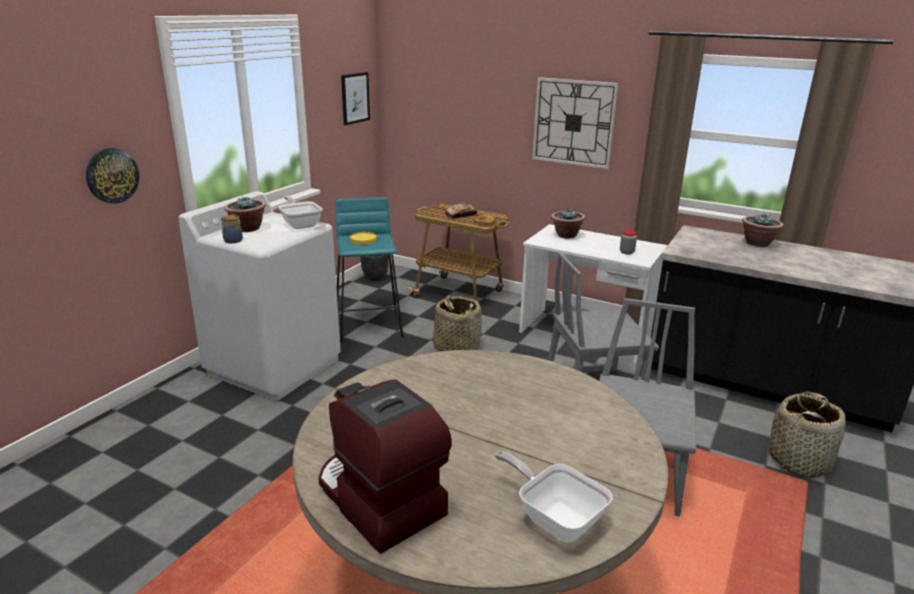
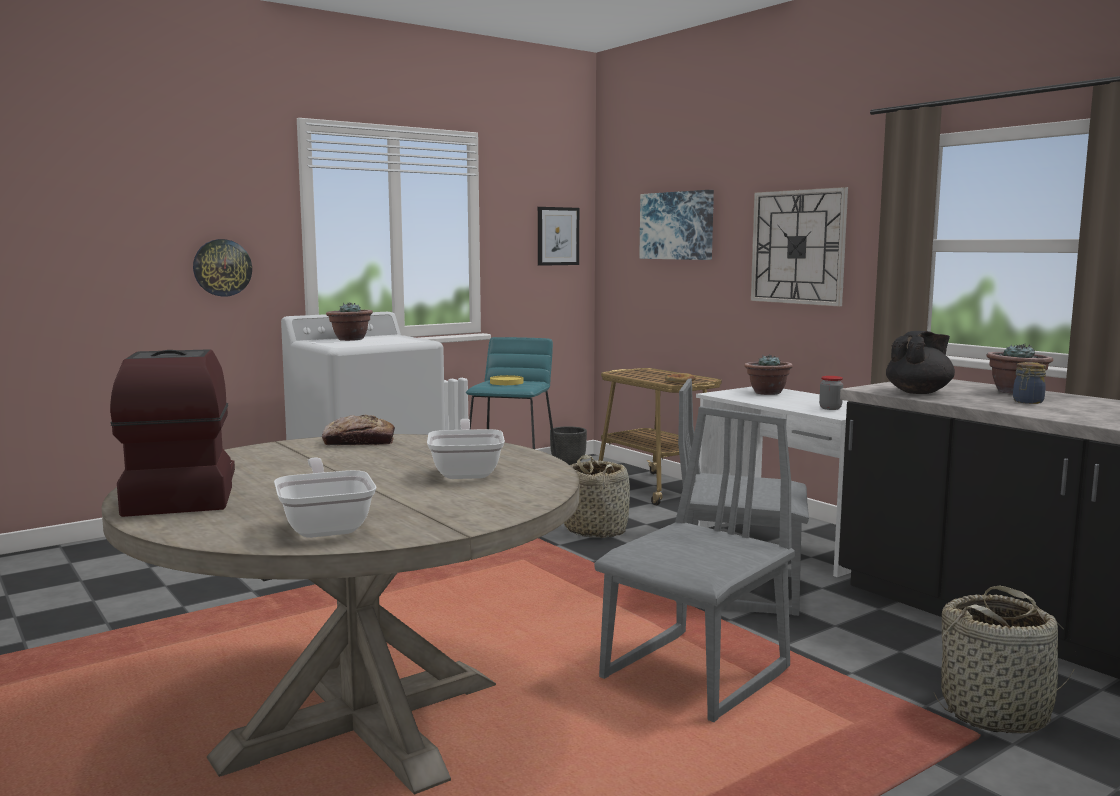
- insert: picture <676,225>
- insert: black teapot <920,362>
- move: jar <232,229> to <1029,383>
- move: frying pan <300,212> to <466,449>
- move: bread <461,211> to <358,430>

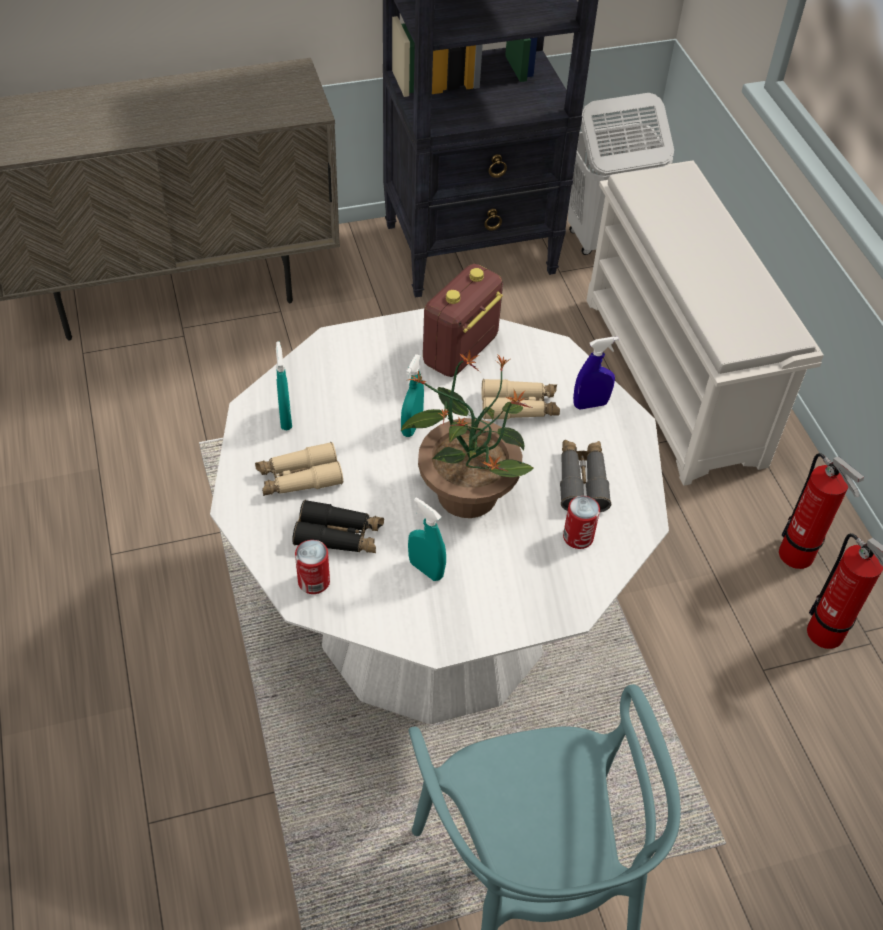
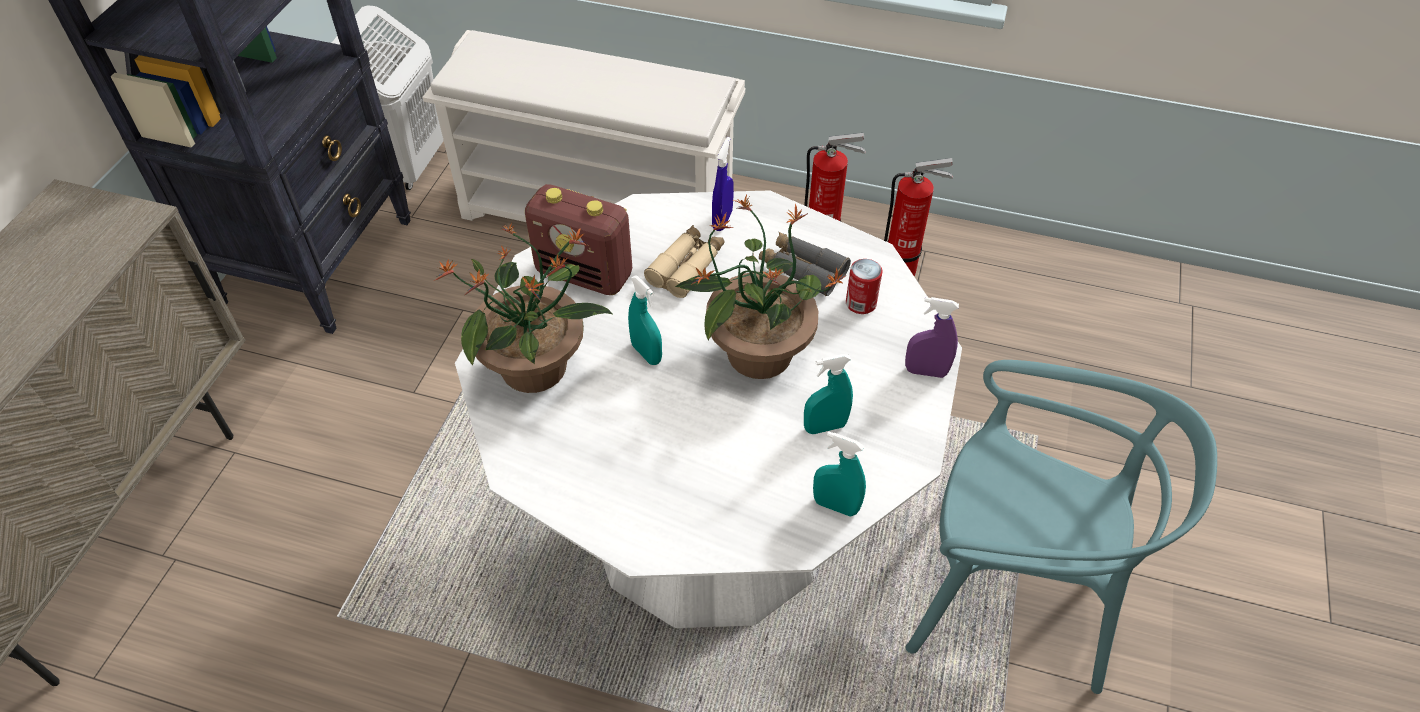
- delete: beige binoculars <299,469>
- delete: black binoculars <338,526>
- delete: can <312,567>
- insert: potted plant <523,308>
- insert: purple spray bottle <932,337>
- move: turquoise spray bottle <284,385> to <839,473>
- rotate: radio <463,320> = <578,239> 45 degrees counterclockwise

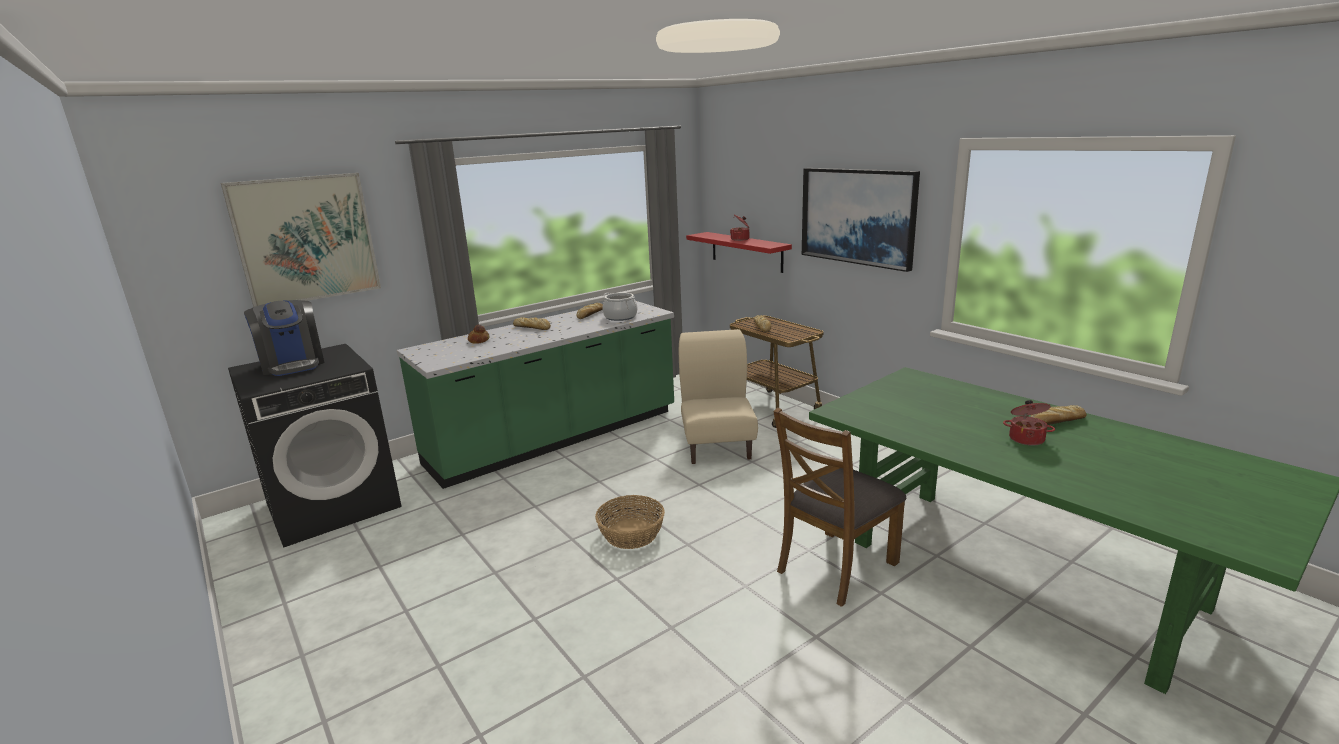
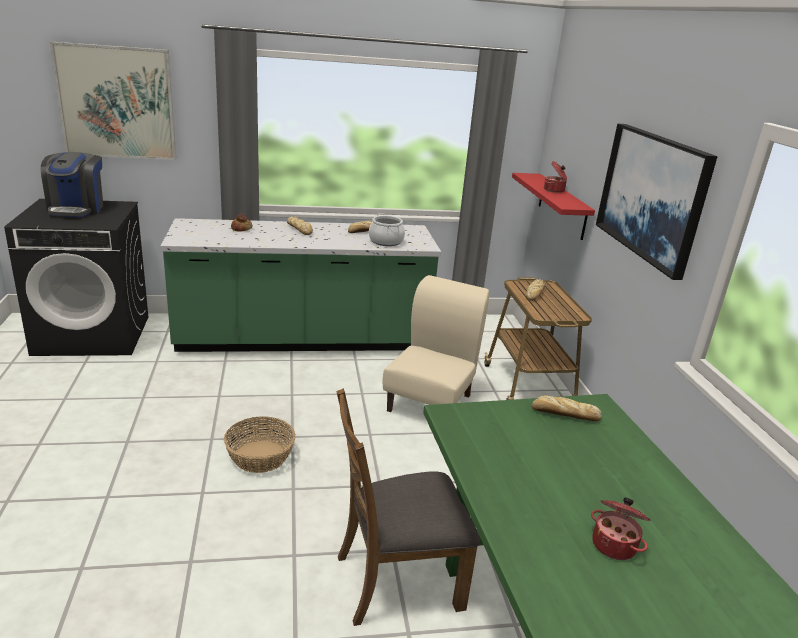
- move: bread <1058,415> to <567,408>

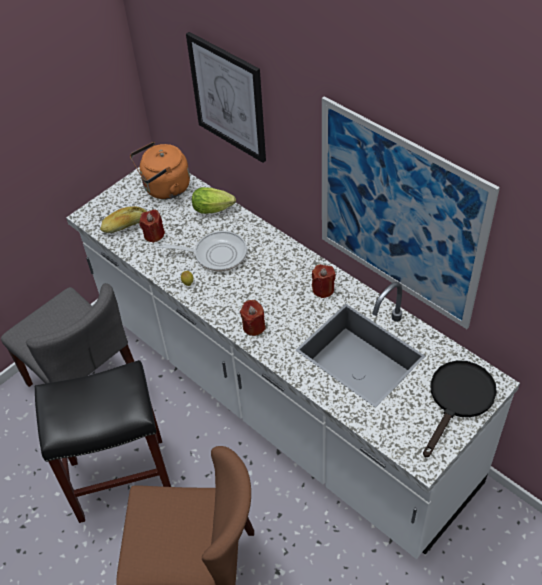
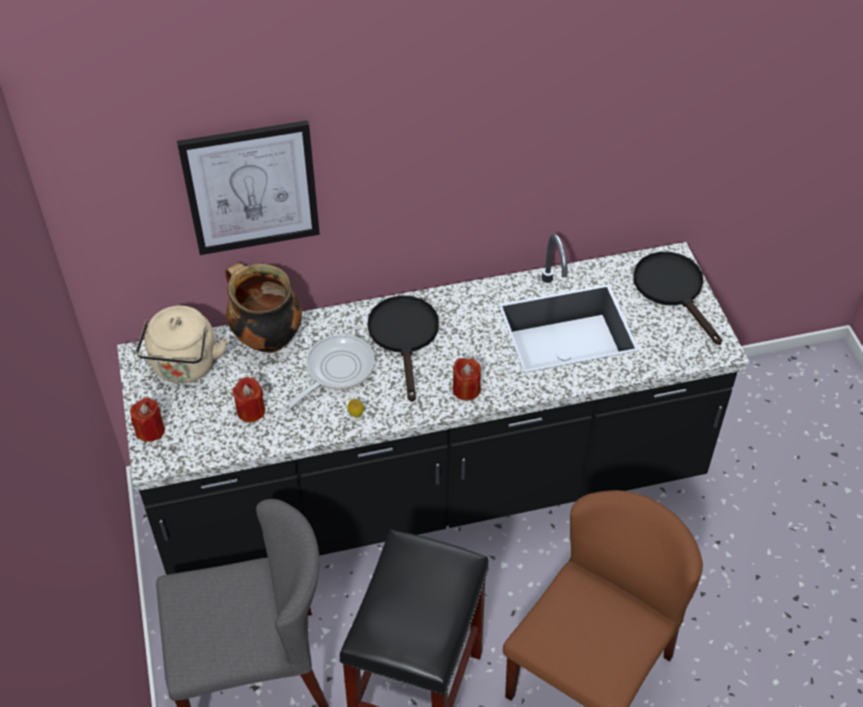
- delete: bread <123,219>
- delete: picture <411,212>
- insert: black frying pan <403,348>
- move: red candle <324,281> to <147,419>
- replace: lettuce <214,200> to cooking pot <263,308>
- recolor: white counter <293,363> to black counter <433,404>
- recolor: orange kettle <160,170> to beige kettle <182,344>

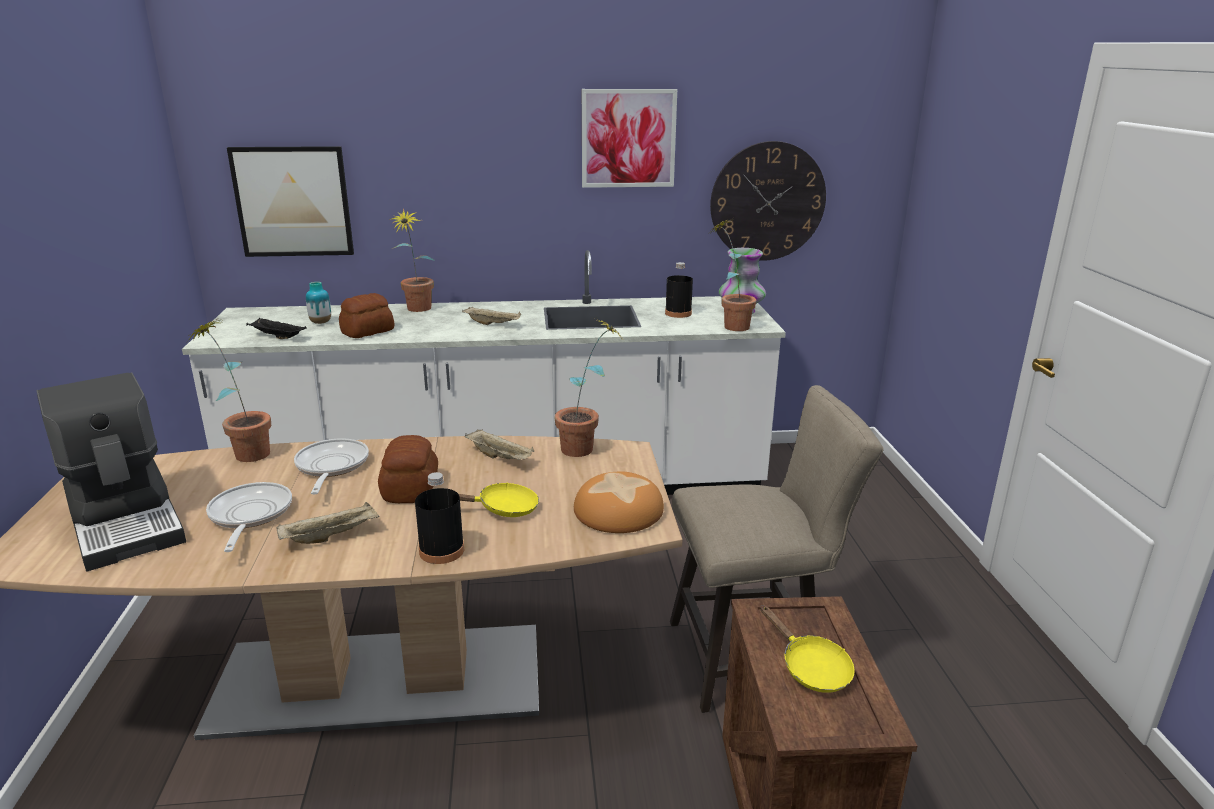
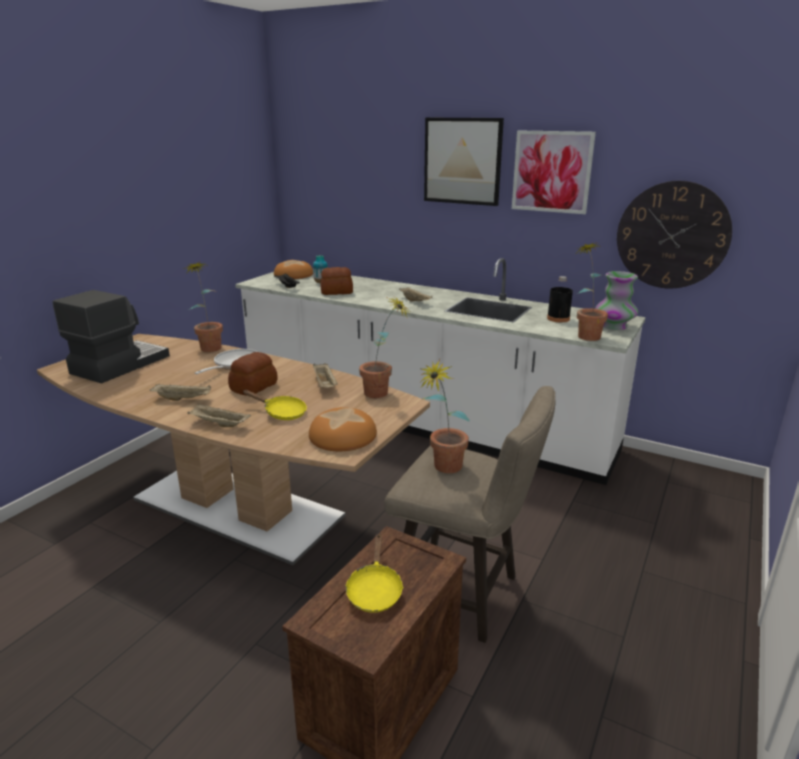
- delete: frying pan <249,517>
- insert: bread <293,269>
- move: picture <290,201> to <464,162>
- move: potted plant <413,260> to <444,416>
- replace: black bottle <439,518> to beige tray <219,415>
- rotate: coffee machine <111,471> = <111,337> 150 degrees counterclockwise

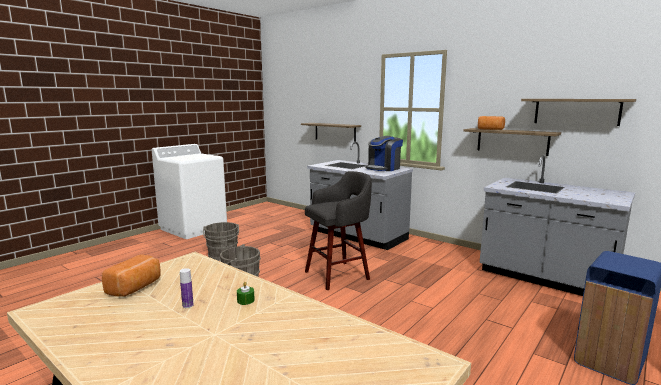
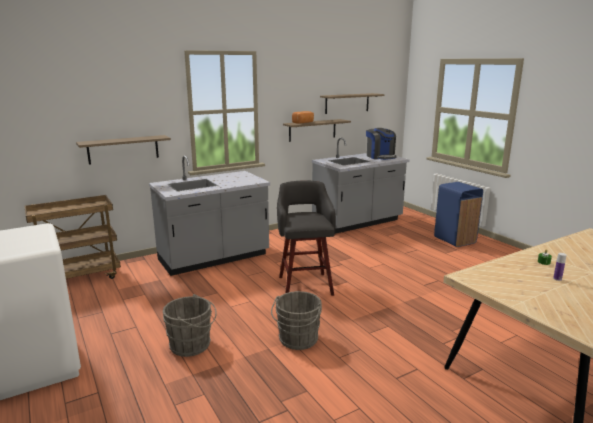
- delete: bread <131,275>
- insert: brown cart <73,237>
- move: coffee machine <384,153> to <381,144>

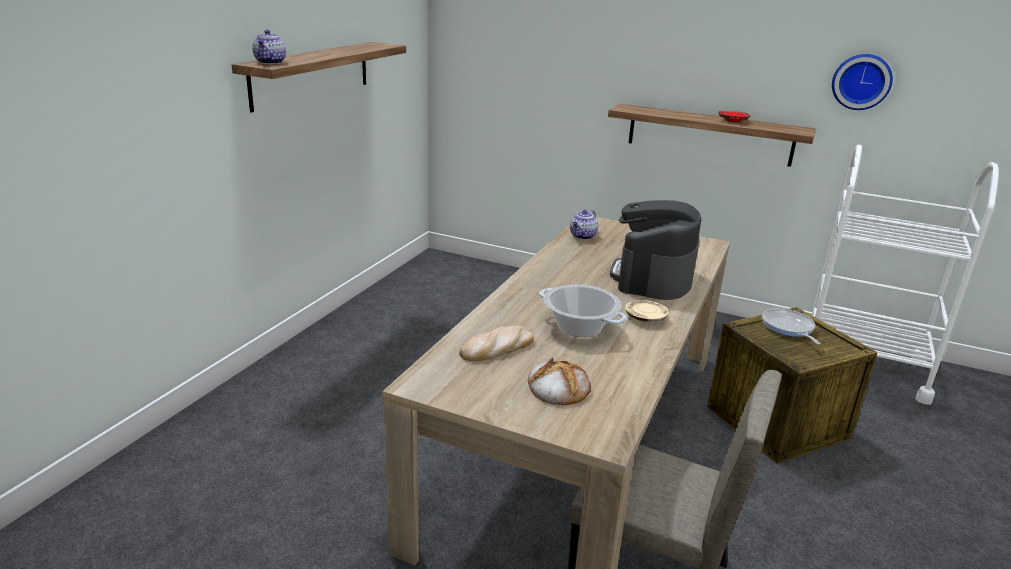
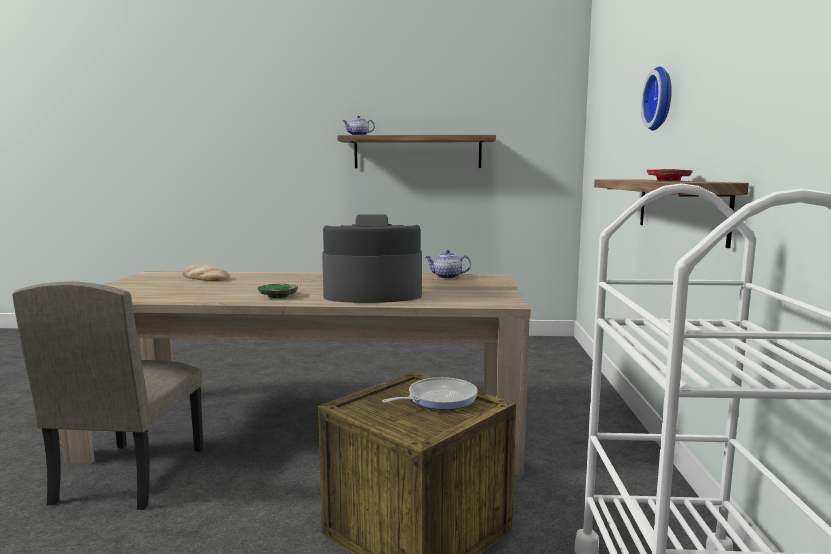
- delete: bread <559,381>
- delete: cooking pot <583,310>
- move: wall clock <862,82> to <656,98>
- recolor: beige plate <647,311> to green plate <278,291>

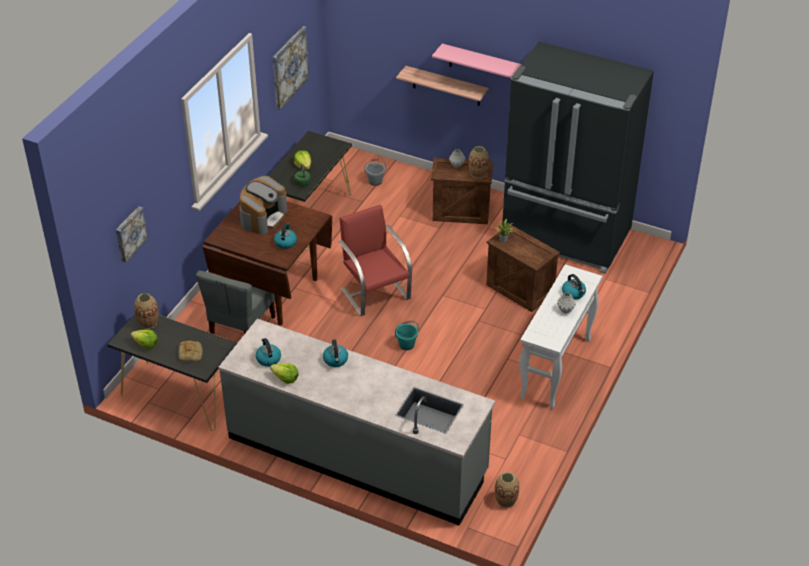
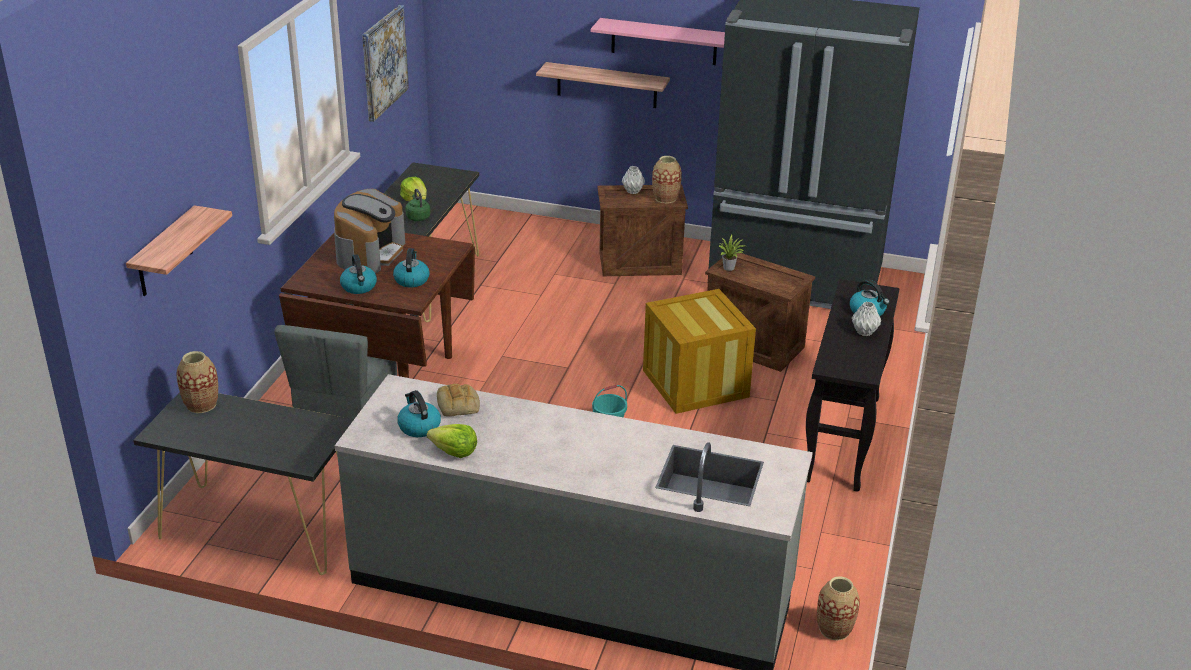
- delete: lettuce <144,339>
- delete: red chair <375,260>
- delete: grey bucket <375,172>
- insert: crate <699,351>
- move: bread <190,351> to <458,400>
- move: kettle <335,353> to <358,274>
- replace: picture <132,234> to shelf <179,250>
- recolor: white console table <560,336> to black console table <853,385>

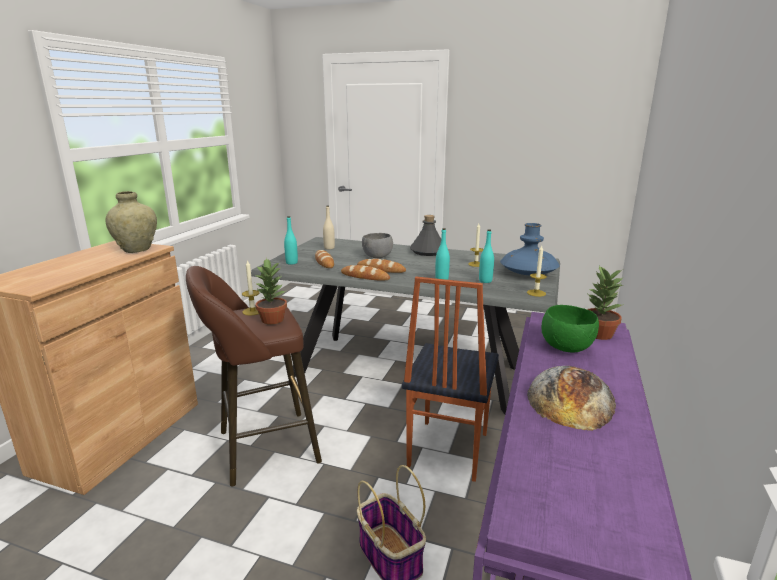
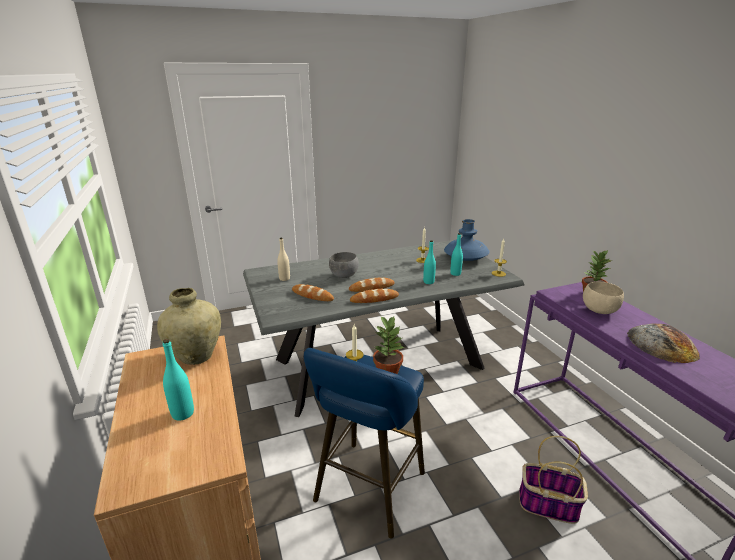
- delete: chair <450,379>
- delete: grey bottle <425,235>
- move: turquoise bottle <291,240> to <178,380>
- recolor: brown stool <254,376> to blue stool <364,443>
- recolor: green bowl <570,329> to beige bowl <603,298>

